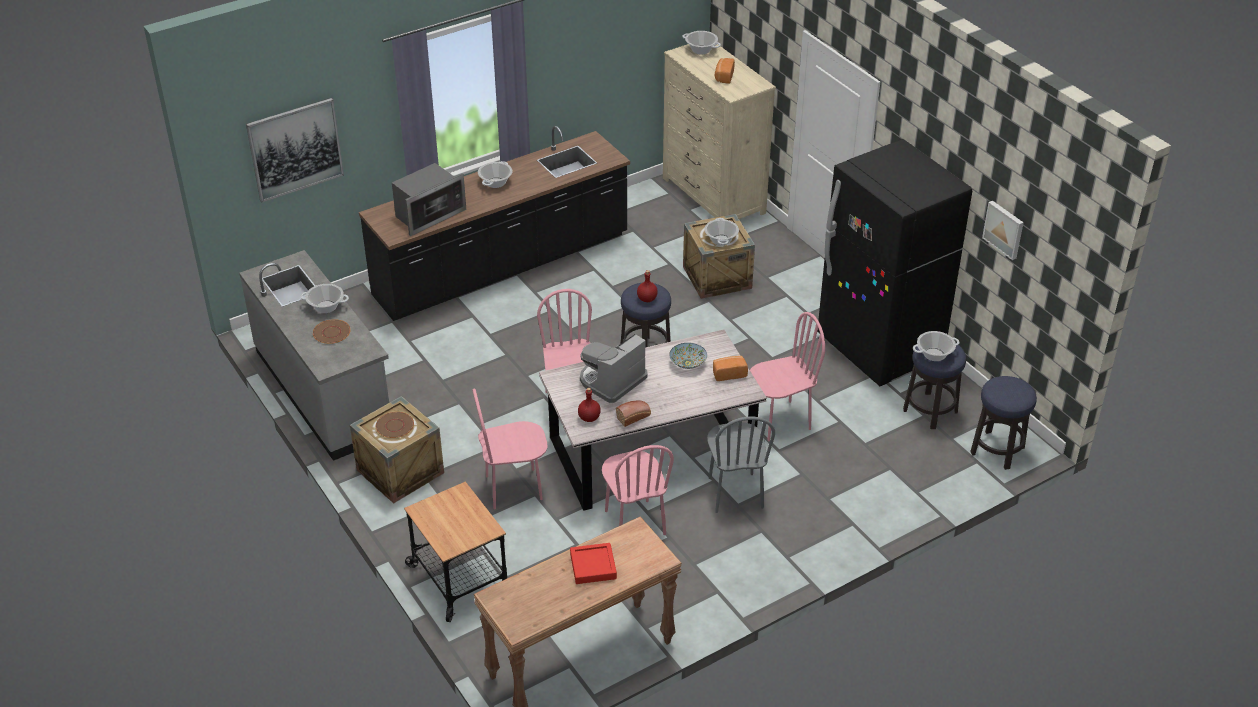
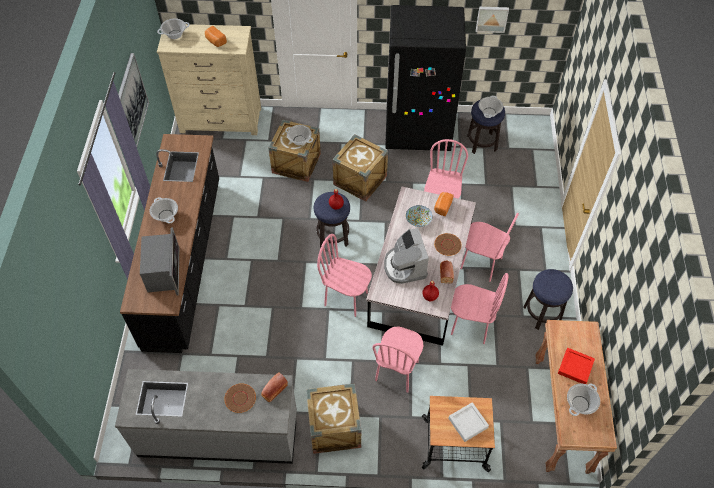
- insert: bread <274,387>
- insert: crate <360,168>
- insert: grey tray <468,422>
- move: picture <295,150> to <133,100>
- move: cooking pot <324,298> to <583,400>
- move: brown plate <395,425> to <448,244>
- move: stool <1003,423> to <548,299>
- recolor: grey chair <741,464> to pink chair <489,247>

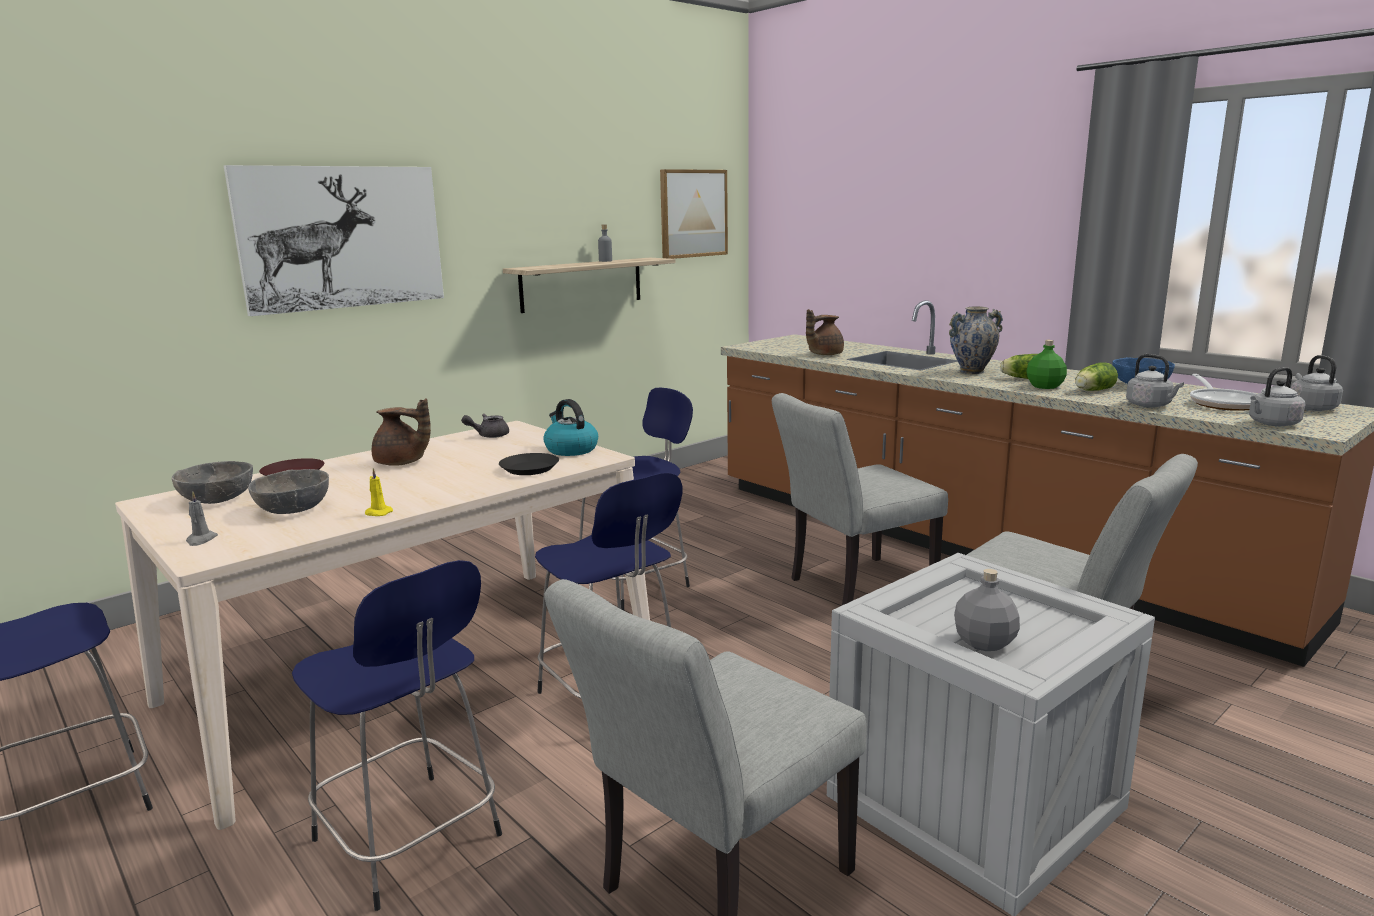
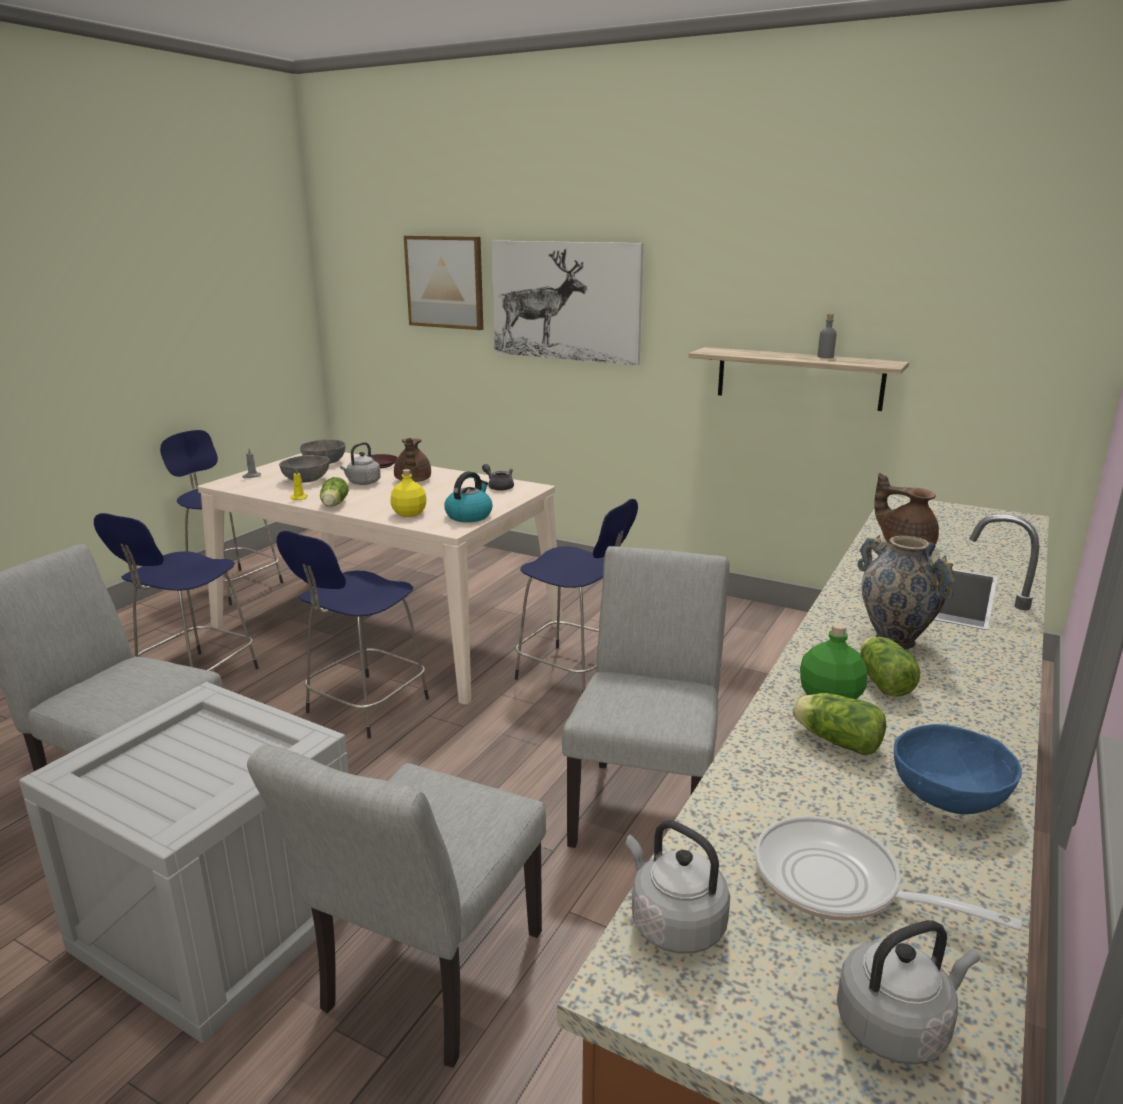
- delete: grey bottle <987,610>
- insert: lettuce <334,492>
- move: picture <694,214> to <443,283>
- move: grey kettle <1155,381> to <360,463>
- replace: black plate <529,464> to yellow bottle <408,493>
- rotate: grey chair <860,499> = <646,697> 60 degrees clockwise
- rotate: frying pan <1223,392> = <889,873> 45 degrees clockwise

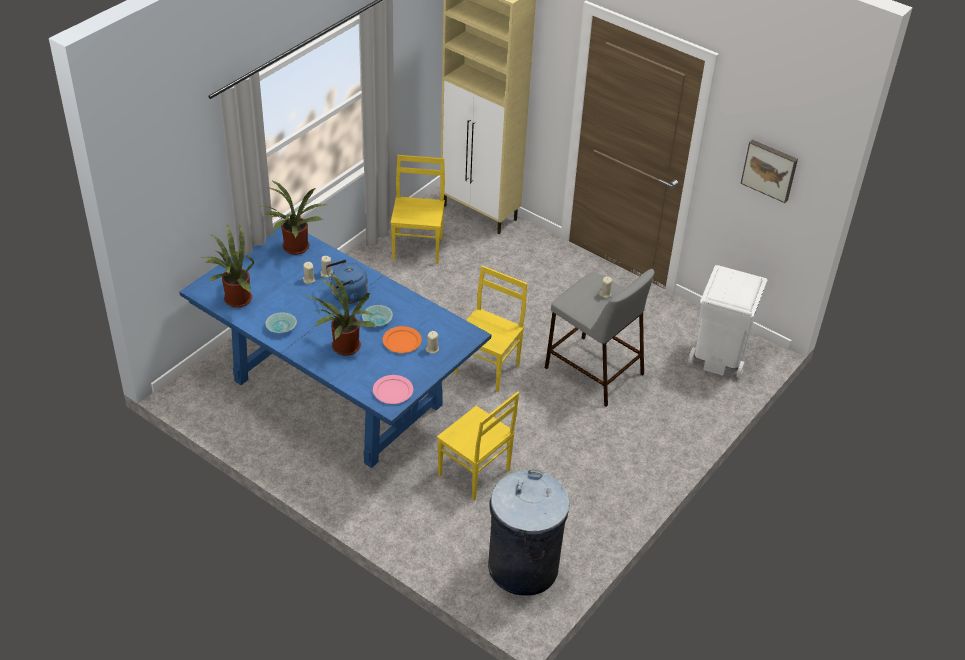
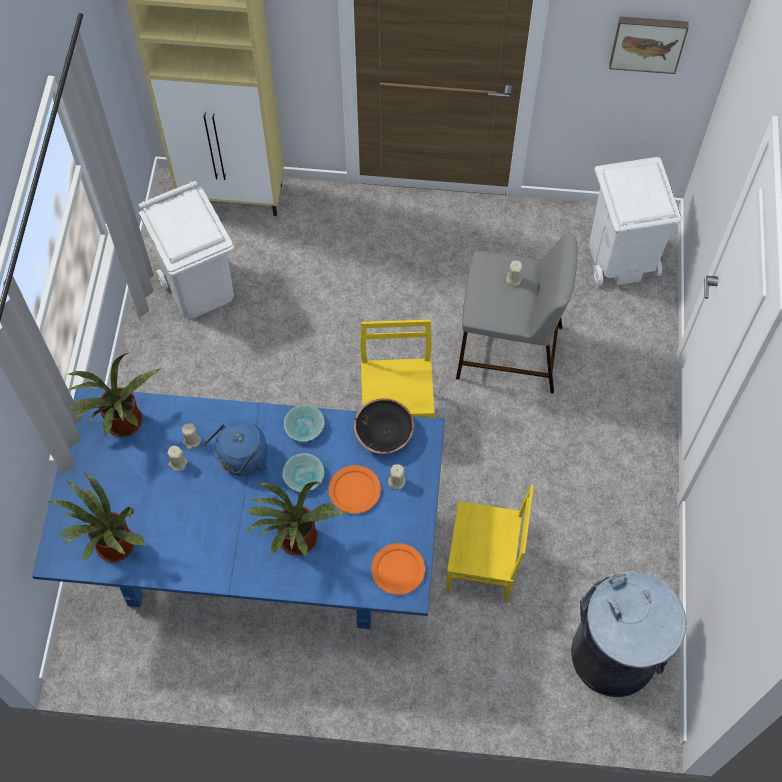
- insert: black bowl <384,426>
- move: turquoise bowl <281,323> to <304,423>
- replace: yellow chair <418,209> to white trash can <186,249>
- recolor: pink plate <393,389> to orange plate <398,569>

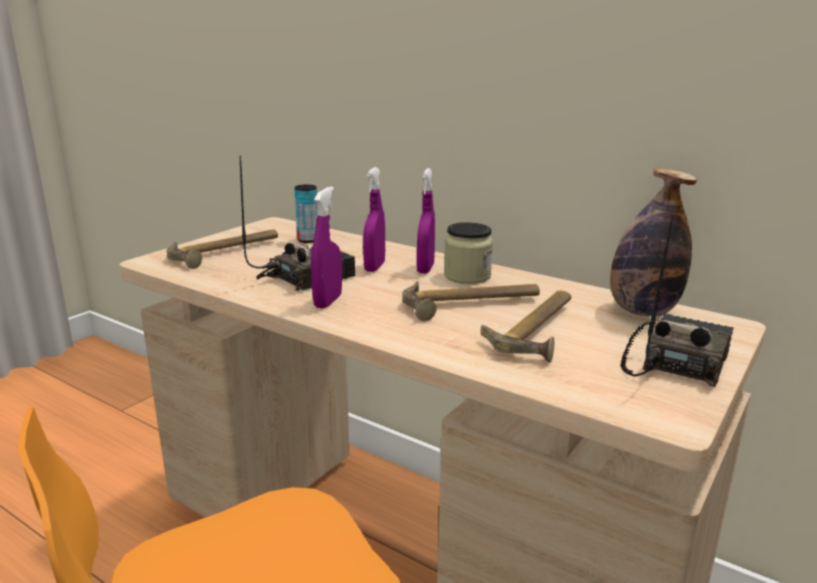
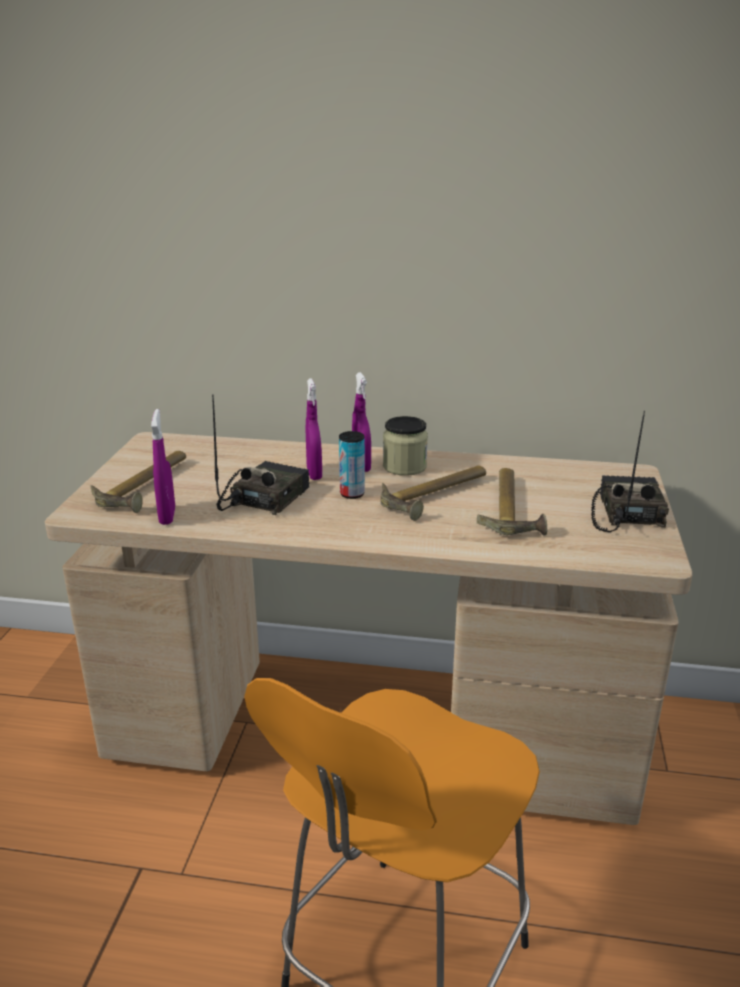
- delete: bottle <653,242>
- move: can <306,214> to <352,465>
- move: purple spray bottle <326,248> to <163,467>

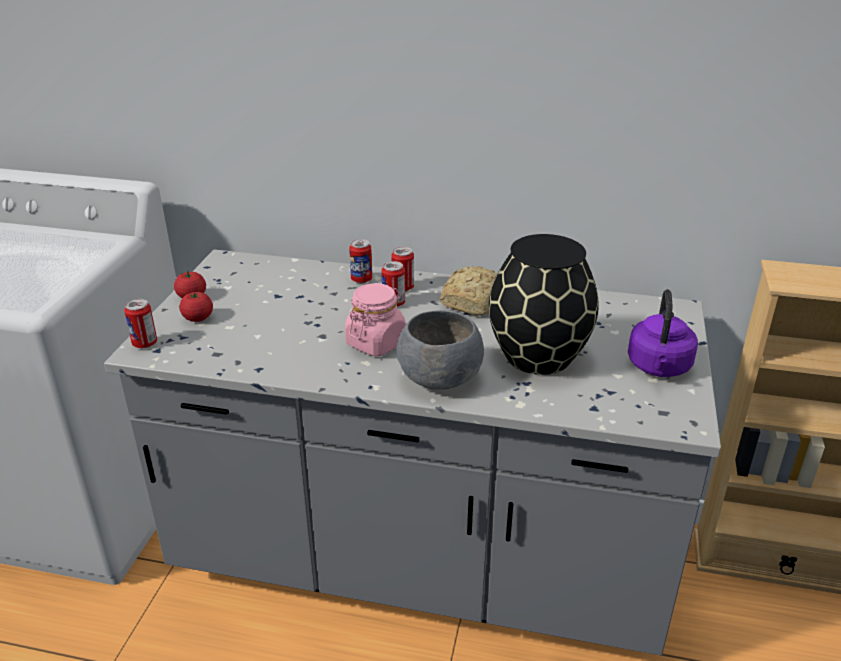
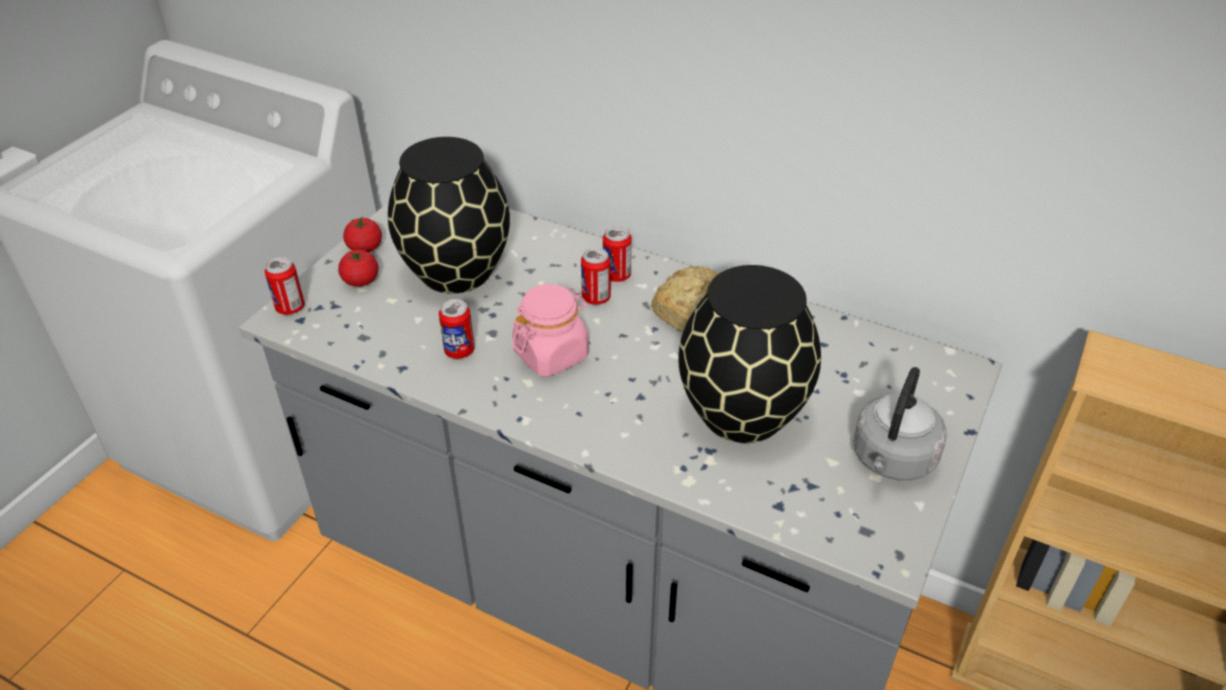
- delete: grey bowl <440,350>
- insert: black vase <449,215>
- move: can <360,261> to <456,329>
- recolor: purple kettle <663,333> to grey kettle <900,423>

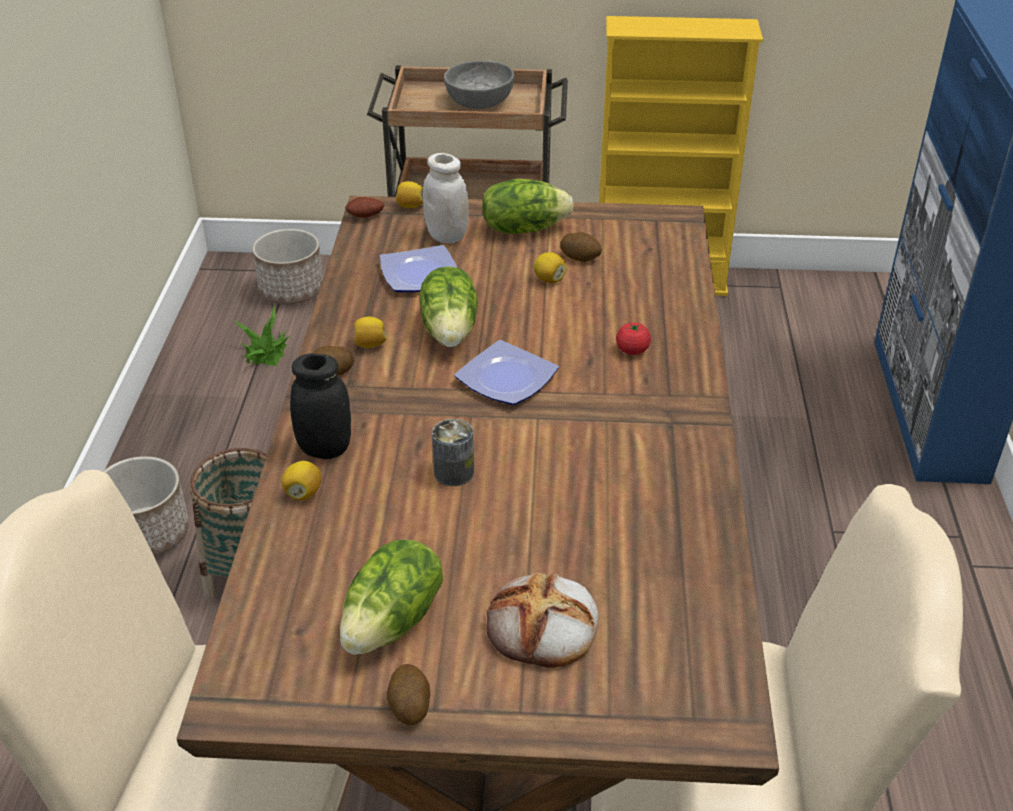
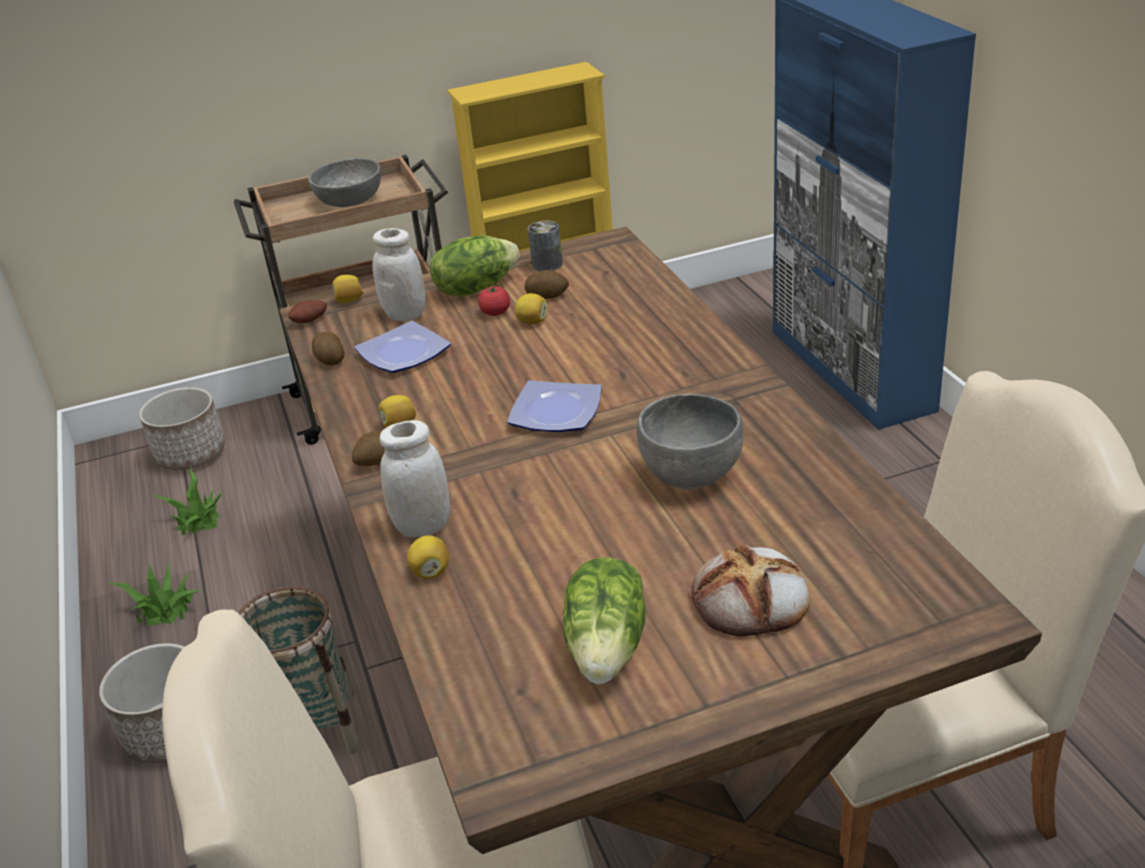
- delete: lettuce <448,306>
- insert: potted plant <155,595>
- insert: grey bowl <690,441>
- move: potato <408,694> to <328,349>
- move: can <453,452> to <545,246>
- move: tomato <633,338> to <494,301>
- recolor: black jar <320,406> to white jar <415,478>

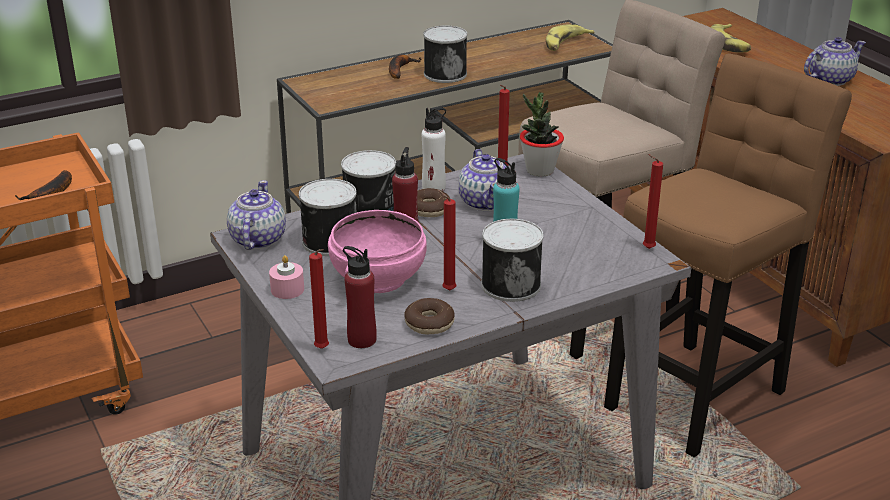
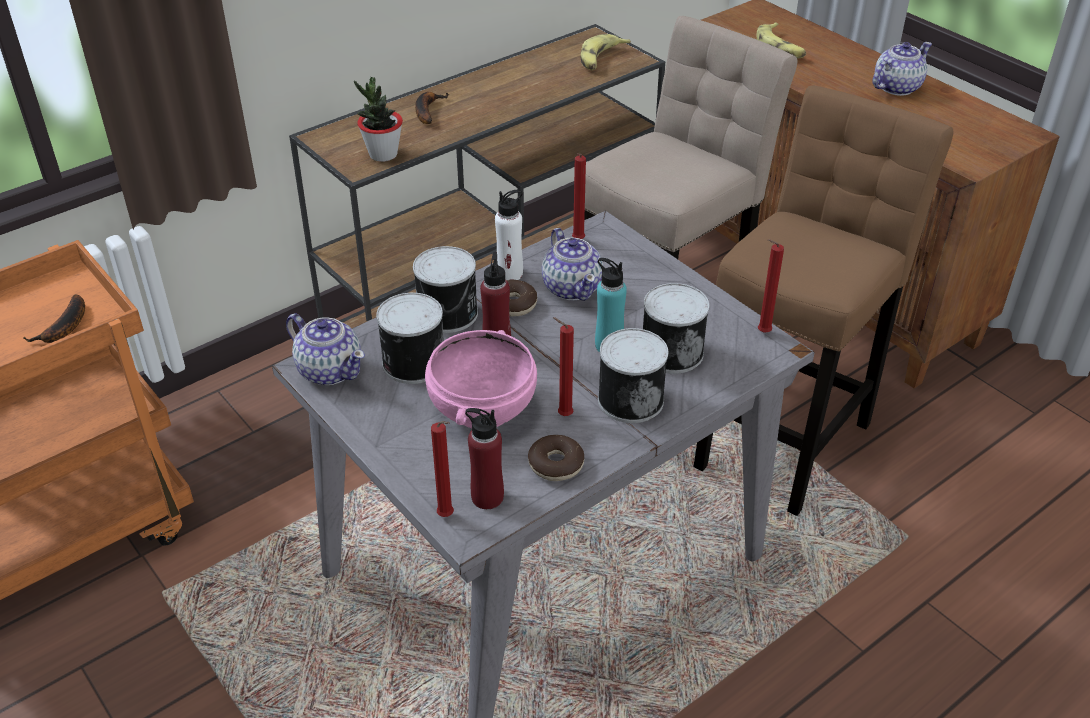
- delete: pink candle <286,277>
- move: can <445,54> to <676,328>
- move: potted plant <542,134> to <378,119>
- rotate: teapot <256,215> = <325,349> 135 degrees clockwise

